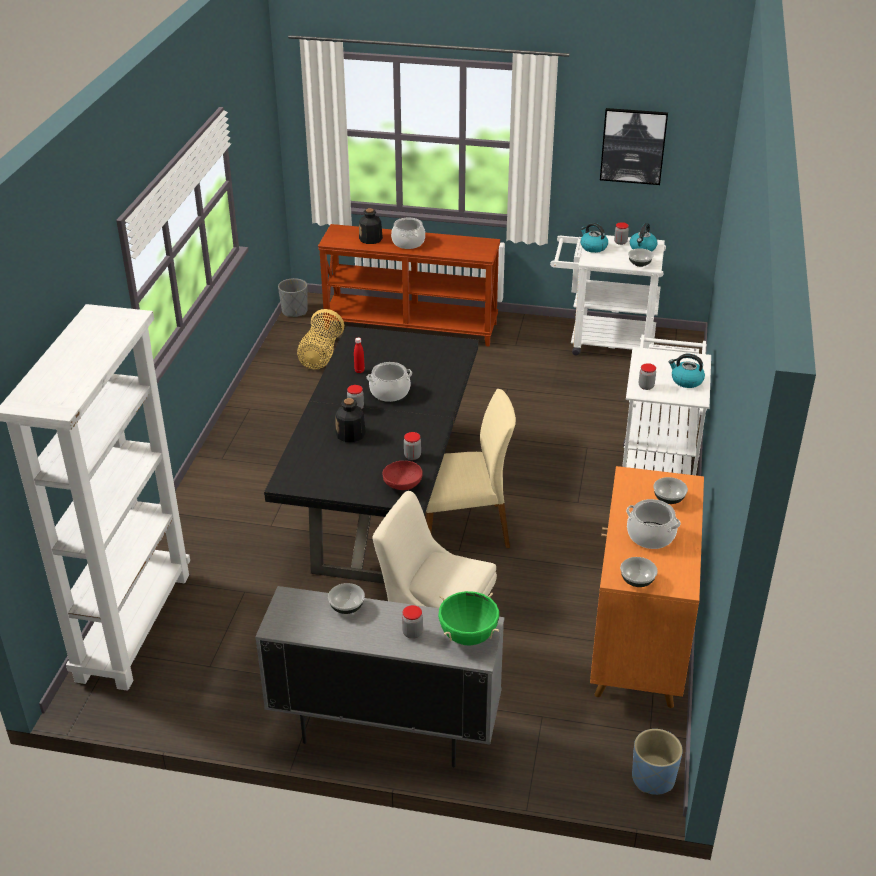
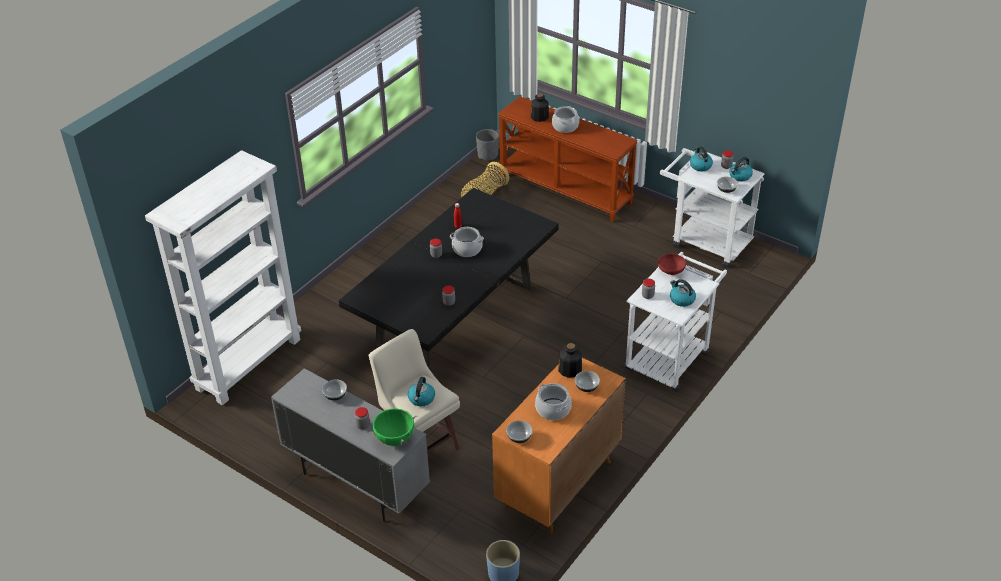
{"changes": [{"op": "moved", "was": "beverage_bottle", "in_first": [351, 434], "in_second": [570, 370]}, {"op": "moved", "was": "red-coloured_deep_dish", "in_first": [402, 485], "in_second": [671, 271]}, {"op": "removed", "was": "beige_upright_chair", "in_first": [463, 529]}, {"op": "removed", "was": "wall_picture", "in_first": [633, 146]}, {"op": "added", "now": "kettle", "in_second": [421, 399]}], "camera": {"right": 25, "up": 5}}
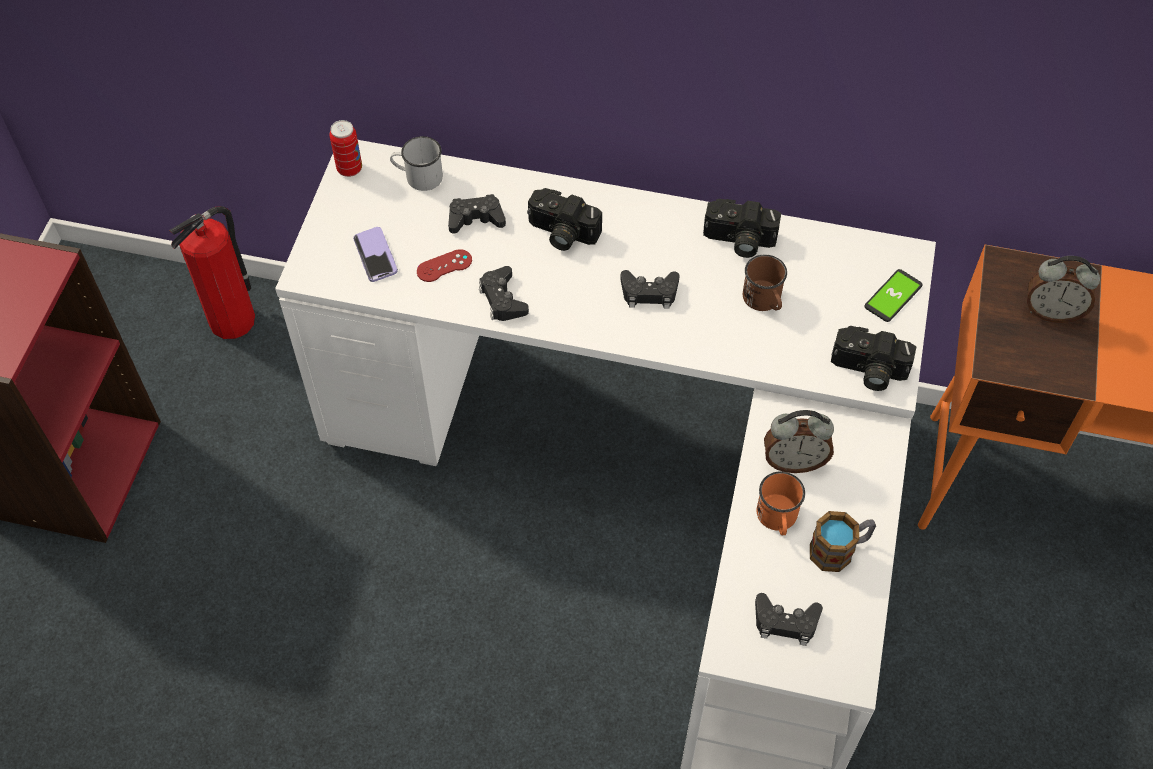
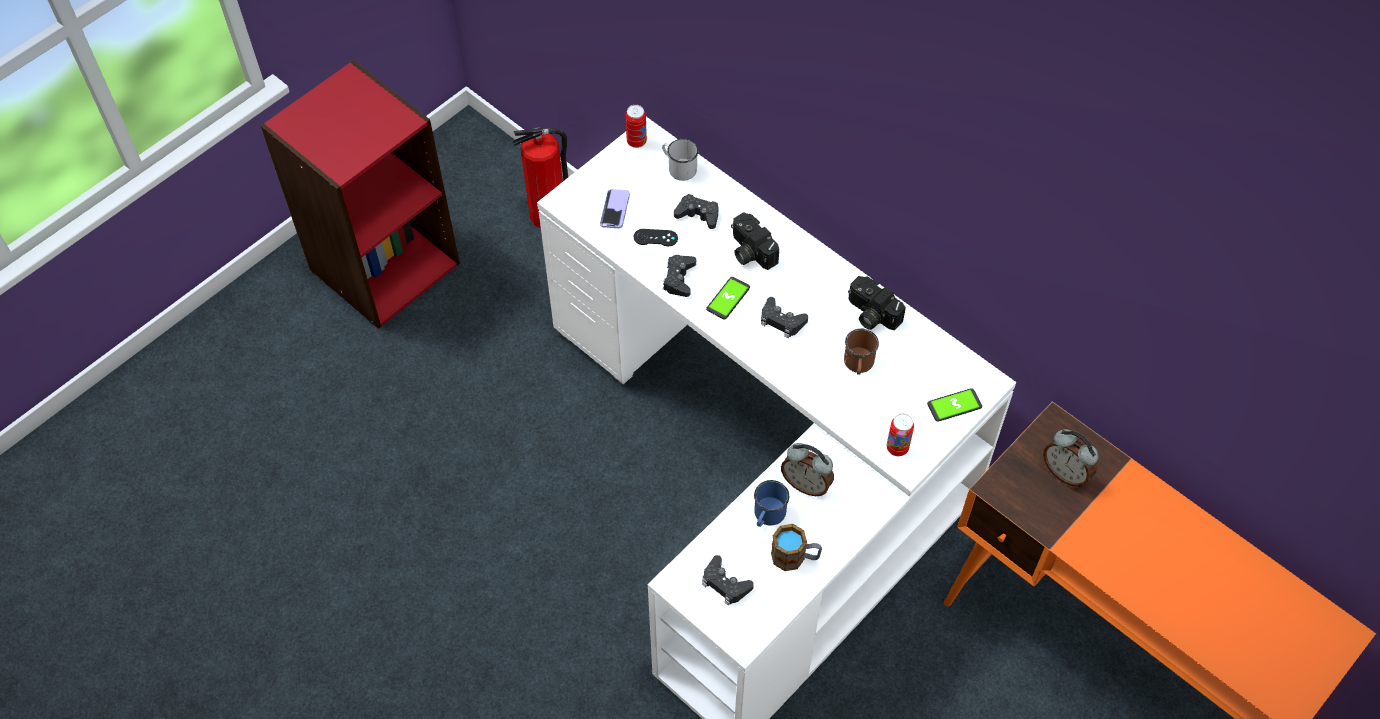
{"changes": [{"op": "recoloured", "was": "red-coloured_gamepad", "now": "black-coloured_gamepad", "in_first": [444, 266], "in_second": [655, 238]}, {"op": "recoloured", "was": "orangey_tea_mug", "now": "blue_tea_mug", "in_first": [777, 519], "in_second": [767, 516]}, {"op": "replaced", "was": "still_camera", "now": "can", "in_first": [868, 371], "in_second": [897, 448]}, {"op": "added", "now": "handset", "in_second": [728, 298]}], "camera": {"right": 30, "up": 0}}
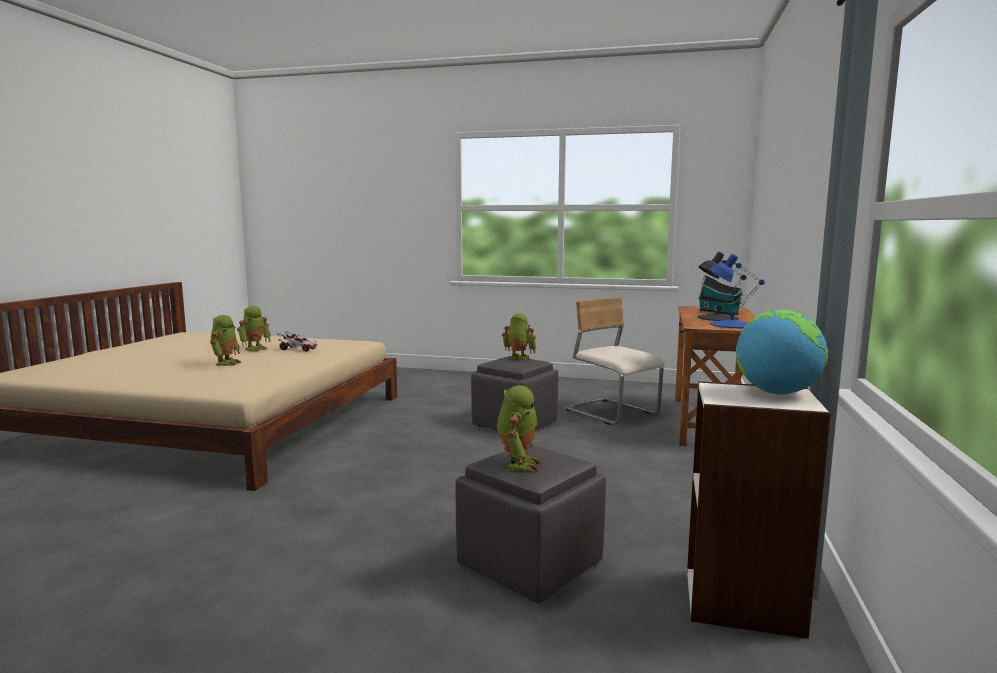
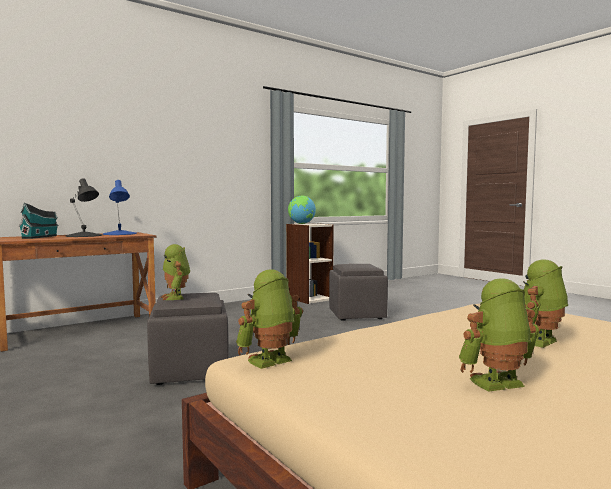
{"changes": [{"op": "removed", "was": "toy_car", "in_first": [298, 349]}, {"op": "moved", "was": "model_robot", "in_first": [518, 464], "in_second": [271, 362]}, {"op": "removed", "was": "beige_upright_chair", "in_first": [612, 413]}], "camera": {"right": -140, "up": -5}}
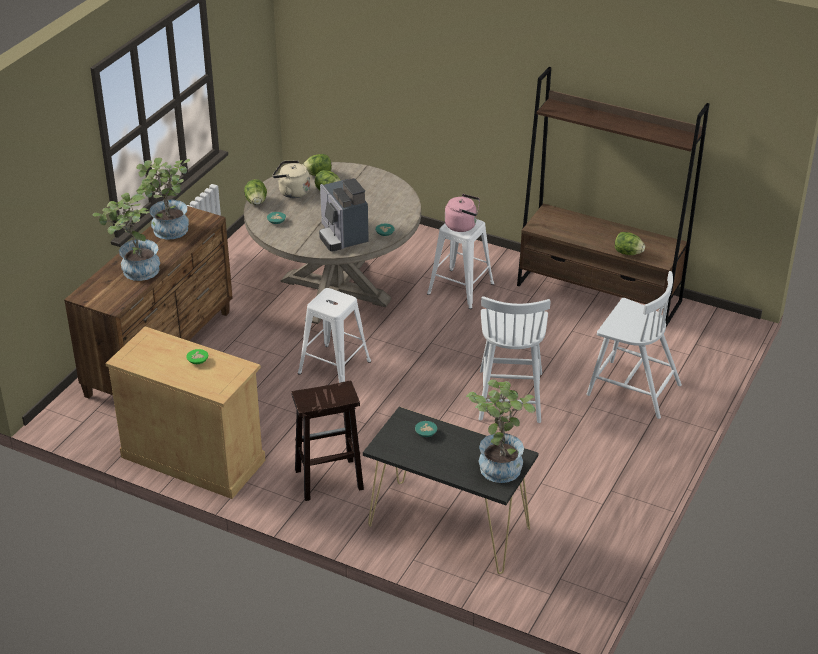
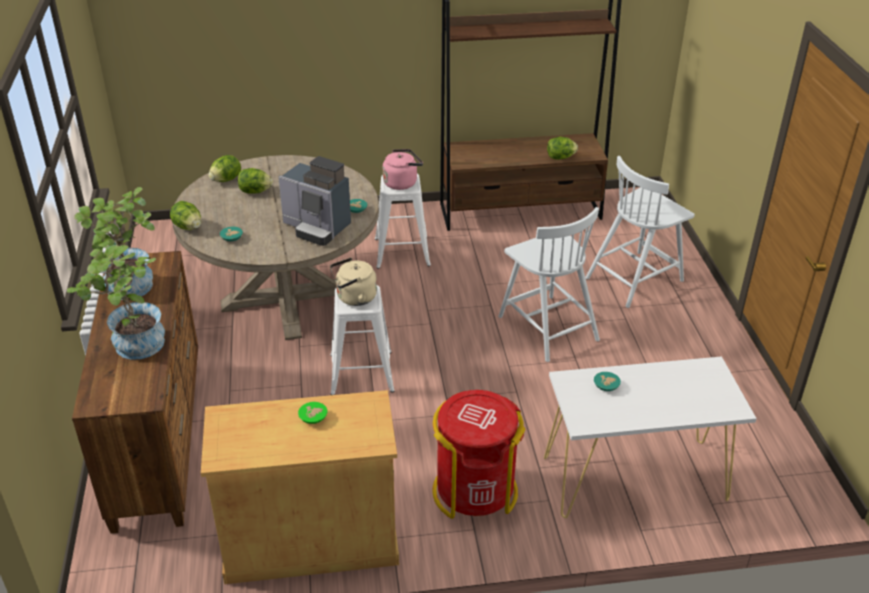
{"changes": [{"op": "moved", "was": "beige_kettle", "in_first": [292, 192], "in_second": [354, 298]}, {"op": "replaced", "was": "brown-coloured_stool_seat", "now": "red-coloured_waste_bin", "in_first": [328, 480], "in_second": [474, 490]}, {"op": "recoloured", "was": "black-coloured_console_table", "now": "whitish_console_table", "in_first": [448, 527], "in_second": [633, 478]}, {"op": "removed", "was": "potted_plant", "in_first": [499, 464]}, {"op": "turned", "was": "whitish_upright_chair", "in_first": [632, 389], "in_second": [635, 278], "clockwise": 150}], "camera": {"right": -35, "up": 0}}
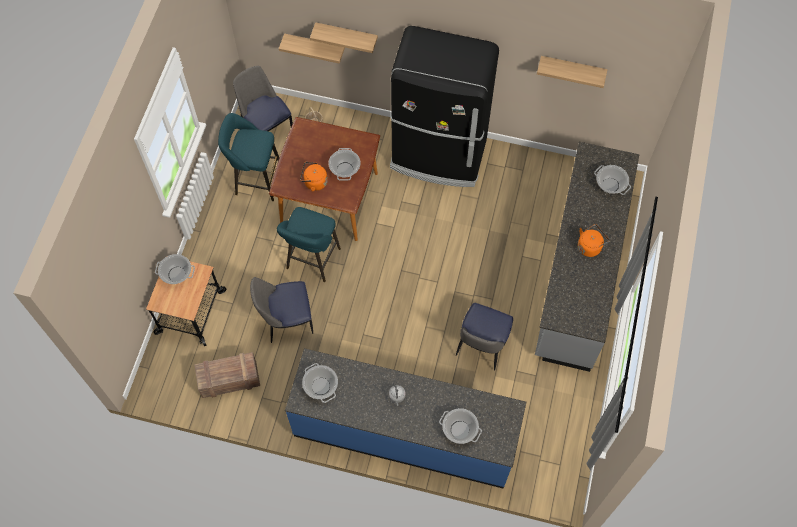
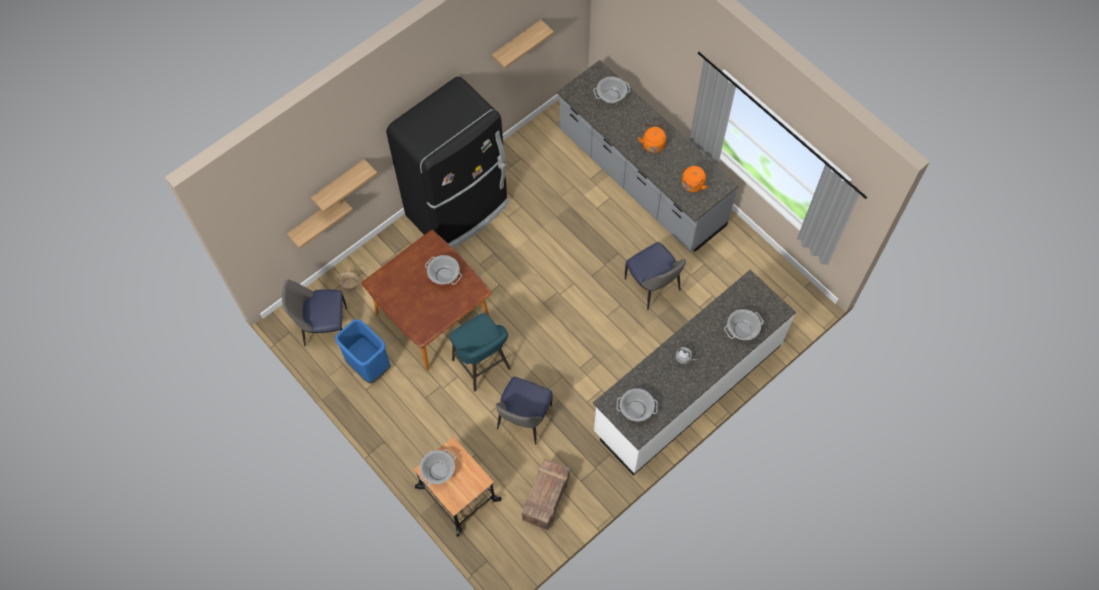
{"changes": [{"op": "replaced", "was": "blue-green_stool_seat", "now": "blue_waste_bin", "in_first": [256, 180], "in_second": [368, 365]}, {"op": "recoloured", "was": "blue_kitchen_base_unit", "now": "whitish_kitchen_base_unit", "in_first": [405, 432], "in_second": [687, 388]}, {"op": "moved", "was": "orangey_kettle", "in_first": [314, 182], "in_second": [691, 185]}], "camera": {"right": -55, "up": 0}}
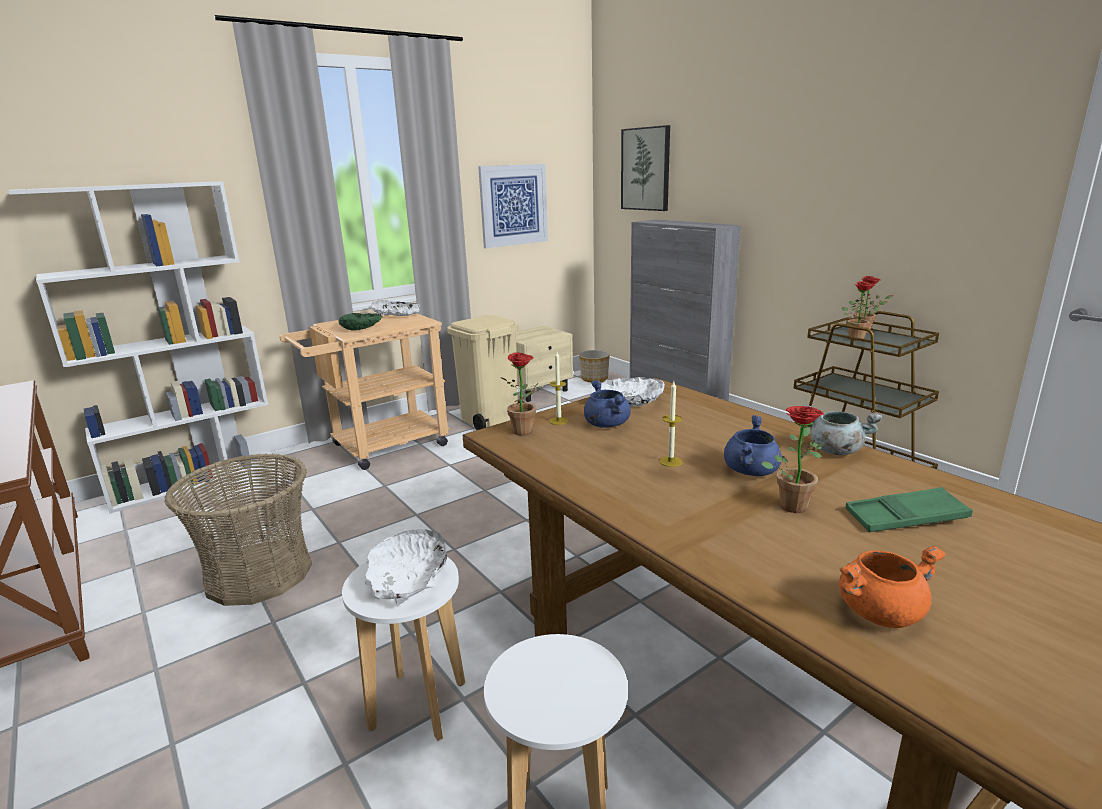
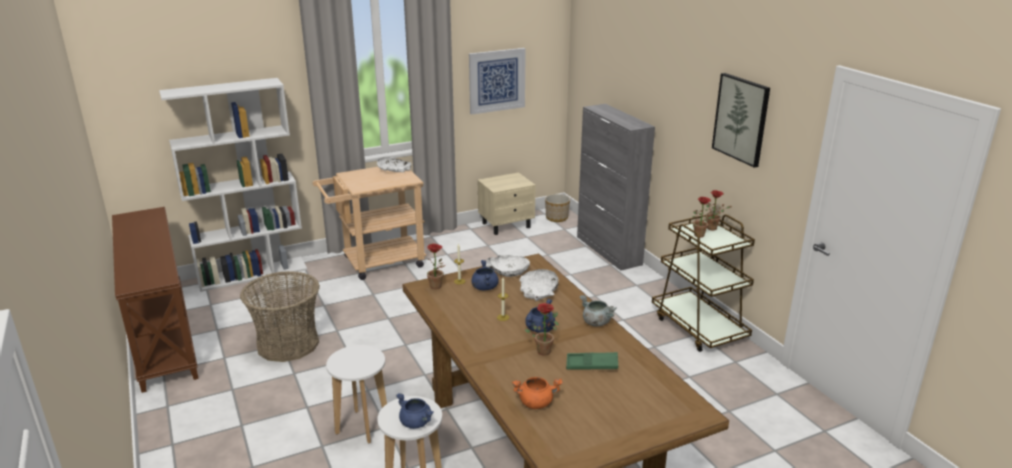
{"changes": [{"op": "removed", "was": "green-coloured_deep_dish", "in_first": [360, 328]}, {"op": "moved", "was": "whitish_deep_dish", "in_first": [408, 578], "in_second": [539, 291]}, {"op": "removed", "was": "beige_waste_bin", "in_first": [489, 419]}, {"op": "moved", "was": "wall_picture", "in_first": [646, 169], "in_second": [741, 119]}, {"op": "added", "now": "blue_saucepot", "in_second": [416, 422]}], "camera": {"right": 10, "up": 5}}
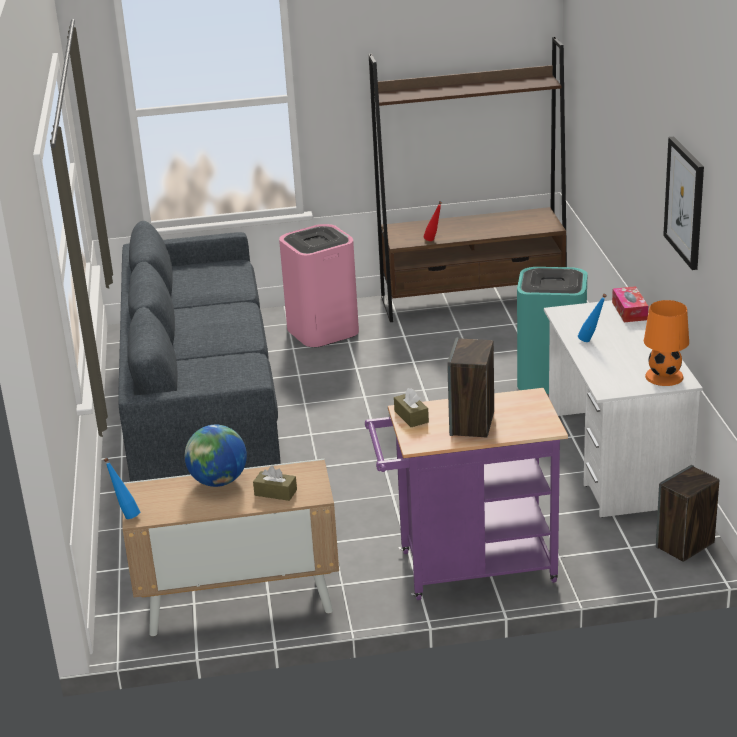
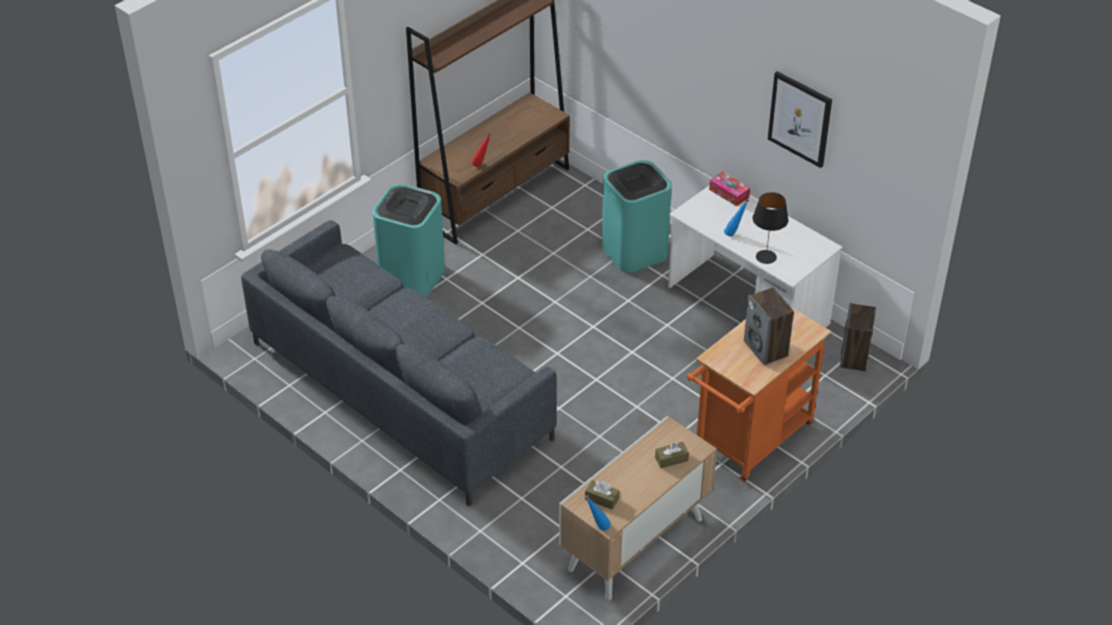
{"changes": [{"op": "removed", "was": "desk_globe", "in_first": [218, 481]}, {"op": "recoloured", "was": "pink_waste_bin", "now": "blue-green_waste_bin", "in_first": [323, 330], "in_second": [412, 275]}, {"op": "recoloured", "was": "purplish_cart", "now": "orangey_cart", "in_first": [467, 569], "in_second": [748, 442]}, {"op": "moved", "was": "brown-coloured_tissue_box", "in_first": [411, 416], "in_second": [602, 499]}, {"op": "removed", "was": "orangey_tabletop_lamp", "in_first": [664, 376]}, {"op": "added", "now": "black-coloured_tabletop_lamp", "in_second": [766, 257]}], "camera": {"right": -40, "up": 15}}
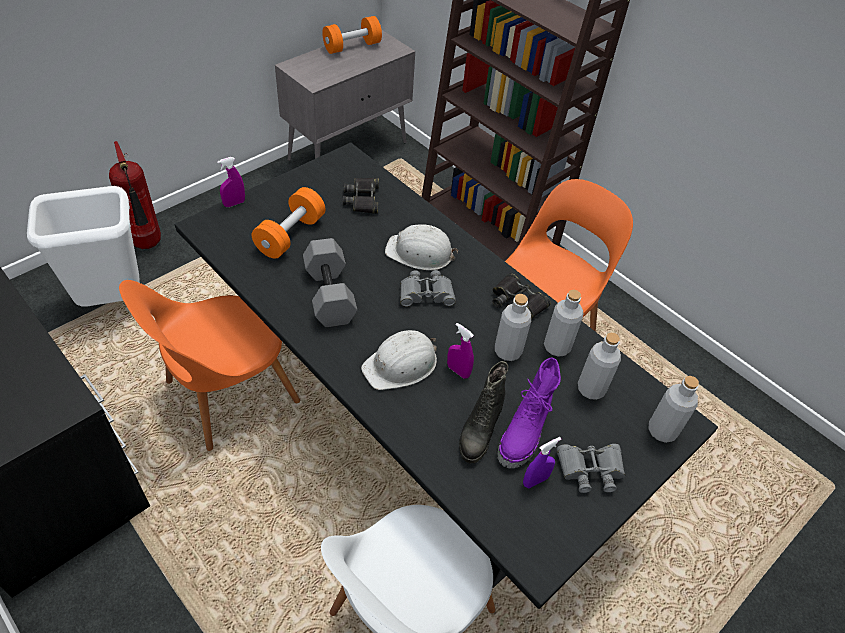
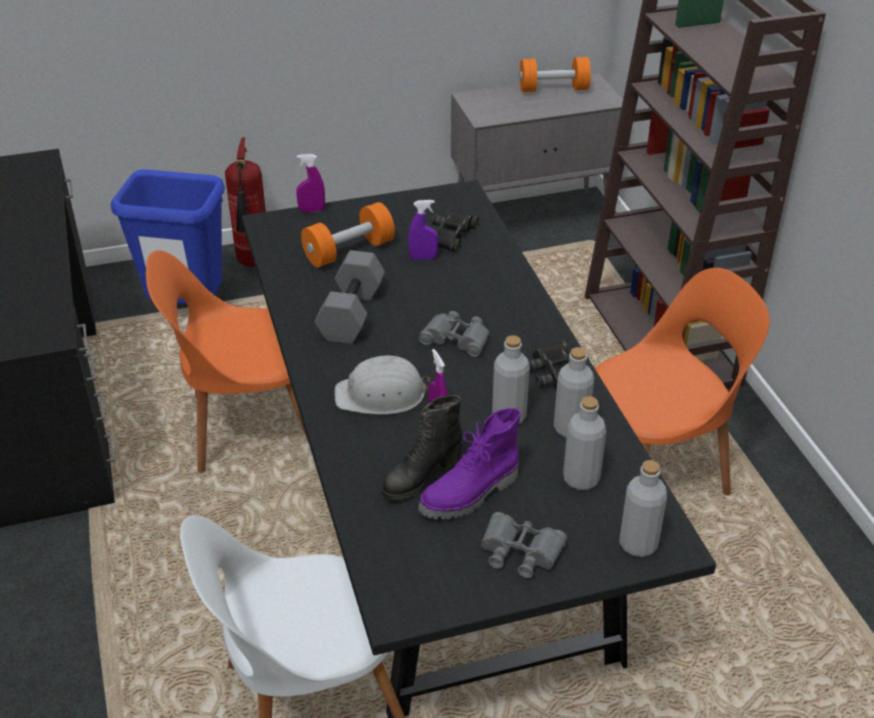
{"changes": [{"op": "recoloured", "was": "whitish_waste_bin", "now": "blue_waste_bin", "in_first": [112, 303], "in_second": [186, 310]}, {"op": "removed", "was": "whitish_work_helmet", "in_first": [420, 253]}, {"op": "moved", "was": "purplish_hand_sprayer", "in_first": [535, 480], "in_second": [423, 258]}], "camera": {"right": 30, "up": -10}}
